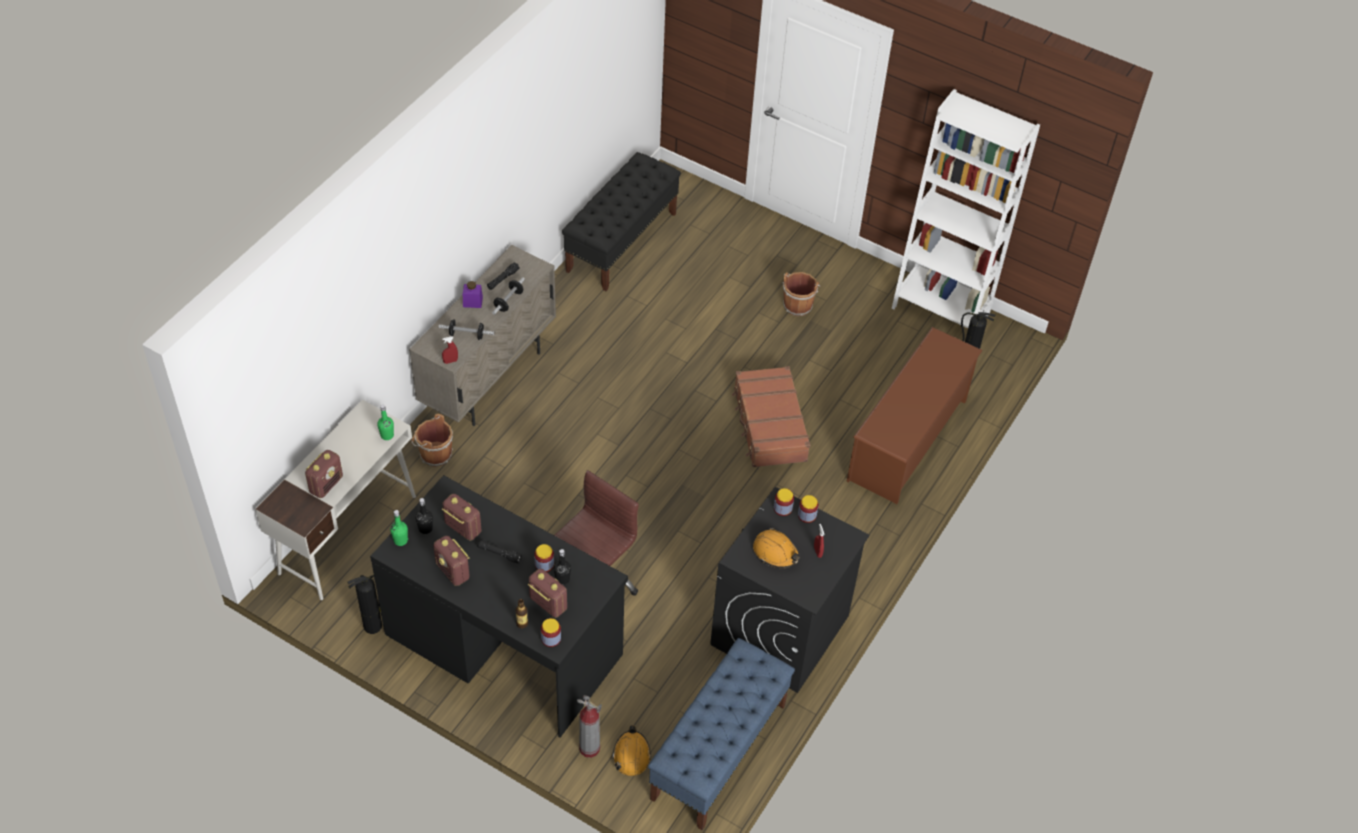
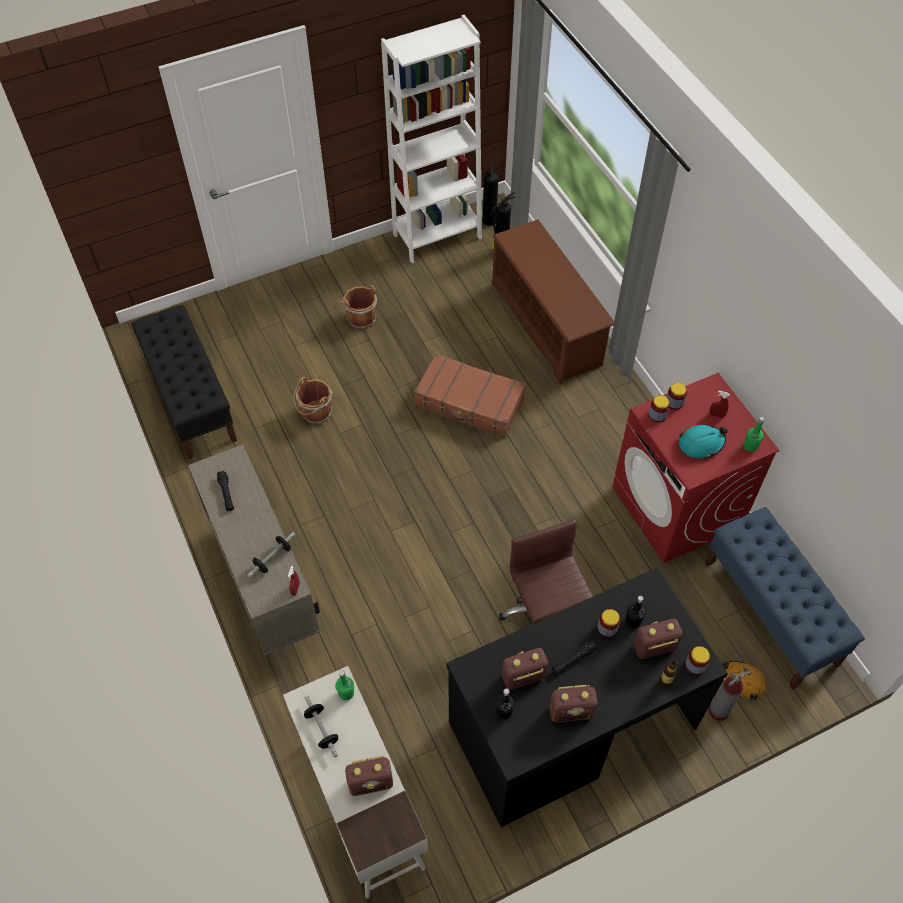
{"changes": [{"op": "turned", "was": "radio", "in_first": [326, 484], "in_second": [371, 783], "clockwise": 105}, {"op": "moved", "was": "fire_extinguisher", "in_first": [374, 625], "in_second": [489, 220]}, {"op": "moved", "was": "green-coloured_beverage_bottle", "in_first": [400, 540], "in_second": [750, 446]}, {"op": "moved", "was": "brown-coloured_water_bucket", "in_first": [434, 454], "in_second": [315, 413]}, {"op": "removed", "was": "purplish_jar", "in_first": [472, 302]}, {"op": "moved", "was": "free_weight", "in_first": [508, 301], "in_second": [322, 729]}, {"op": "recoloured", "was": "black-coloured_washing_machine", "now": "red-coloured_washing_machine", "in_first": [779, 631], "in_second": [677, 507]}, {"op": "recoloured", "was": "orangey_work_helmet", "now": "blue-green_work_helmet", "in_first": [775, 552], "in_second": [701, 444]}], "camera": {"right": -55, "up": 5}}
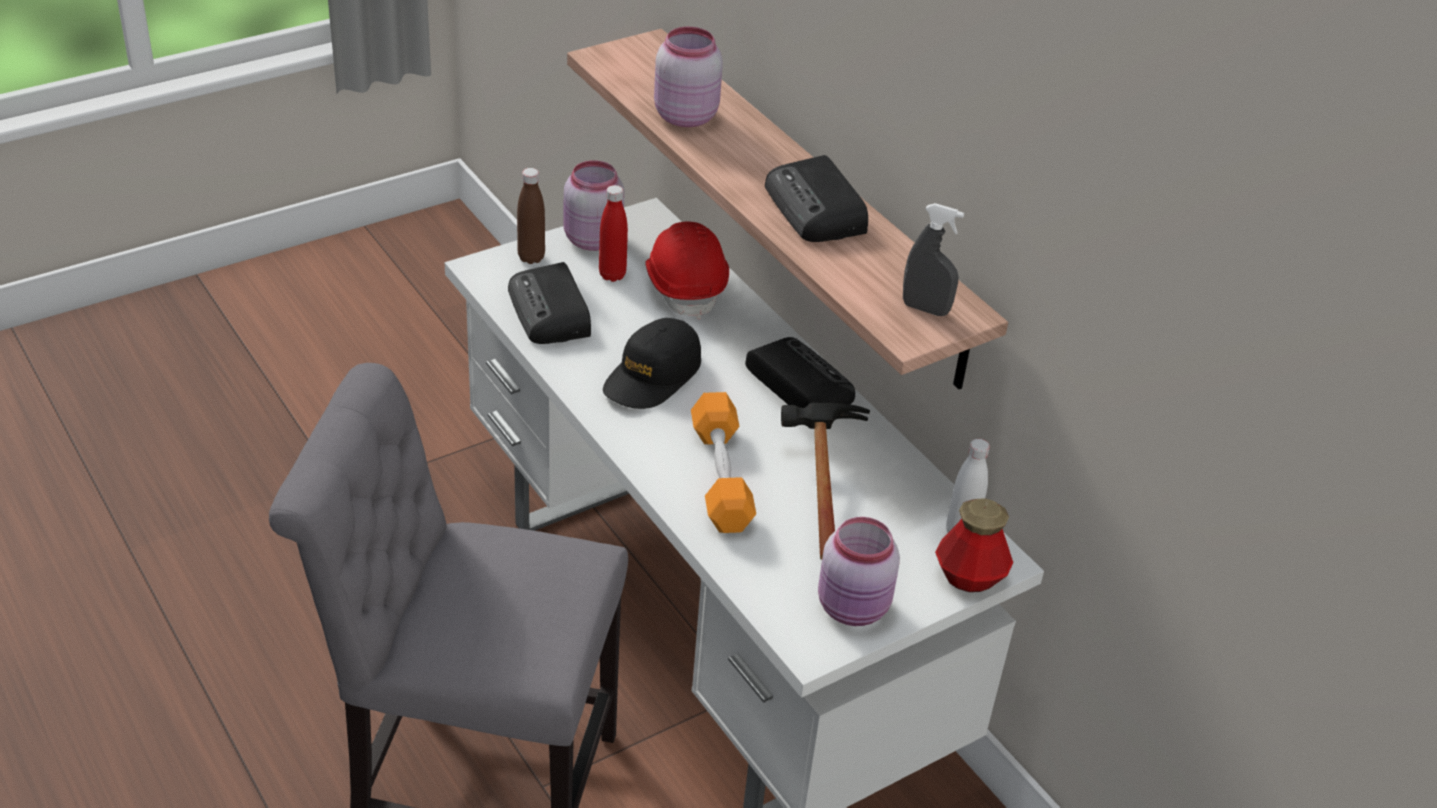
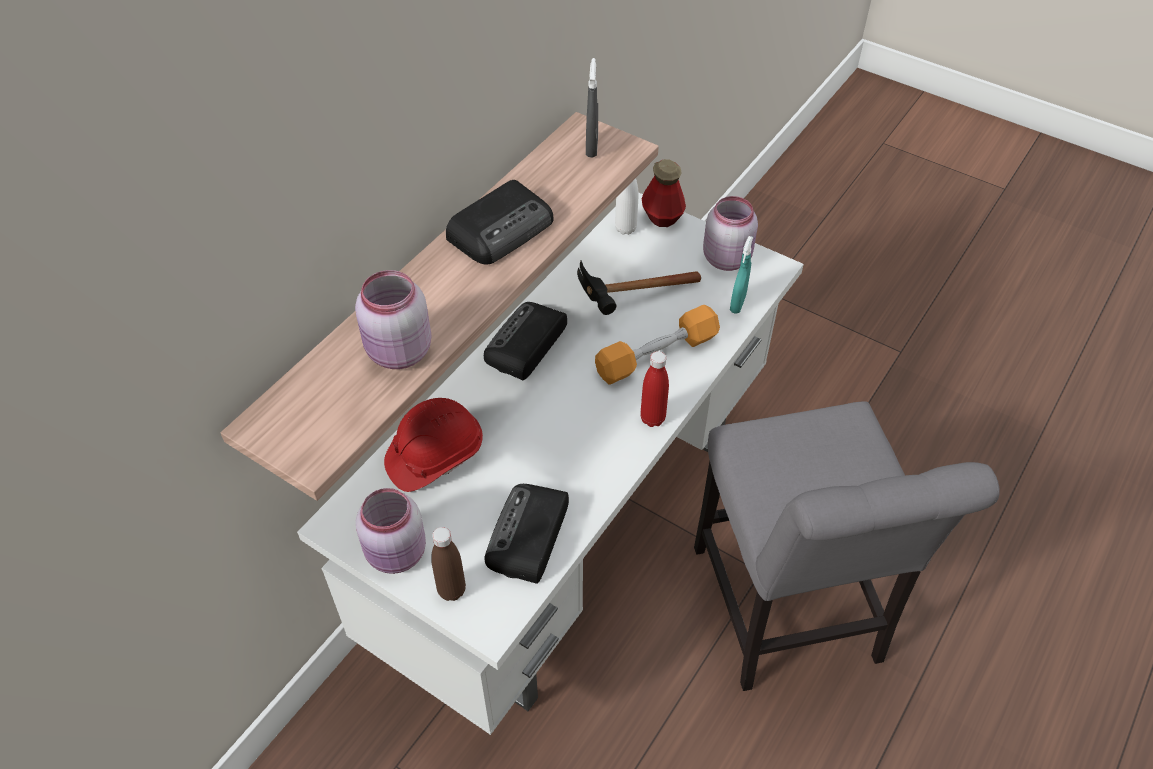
{"changes": [{"op": "turned", "was": "radio", "in_first": [551, 313], "in_second": [528, 537], "clockwise": 150}, {"op": "moved", "was": "red-coloured_beverage_bottle", "in_first": [612, 275], "in_second": [652, 418]}, {"op": "removed", "was": "black-coloured_cap", "in_first": [652, 376]}, {"op": "added", "now": "blue-green_hand_sprayer", "in_second": [737, 304]}], "camera": {"right": -110, "up": 10}}
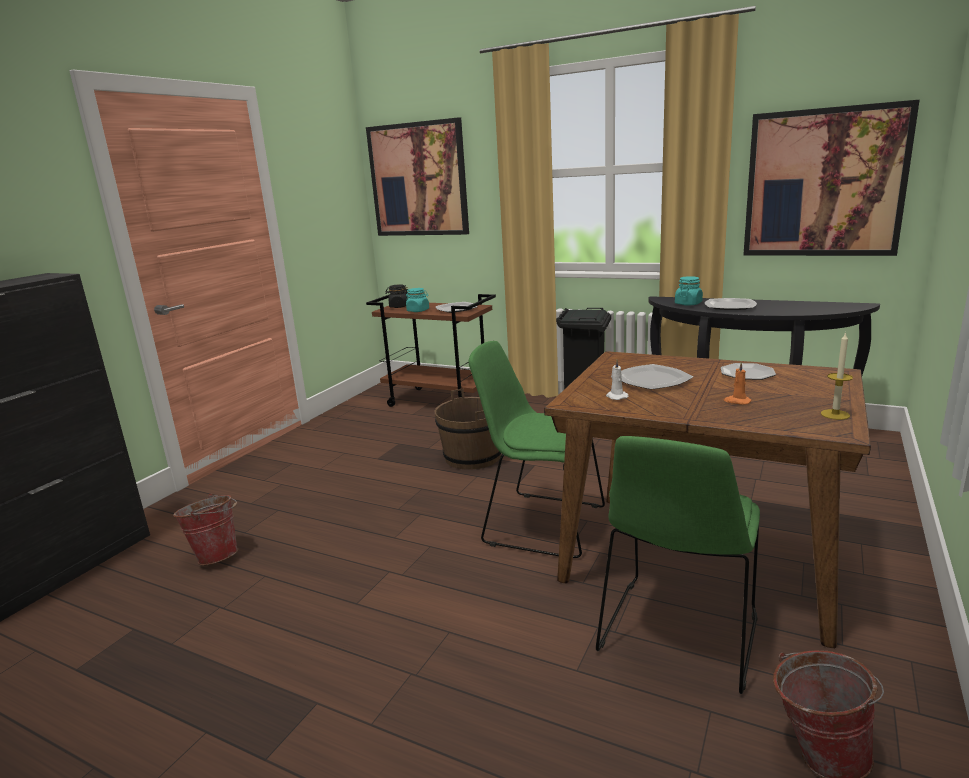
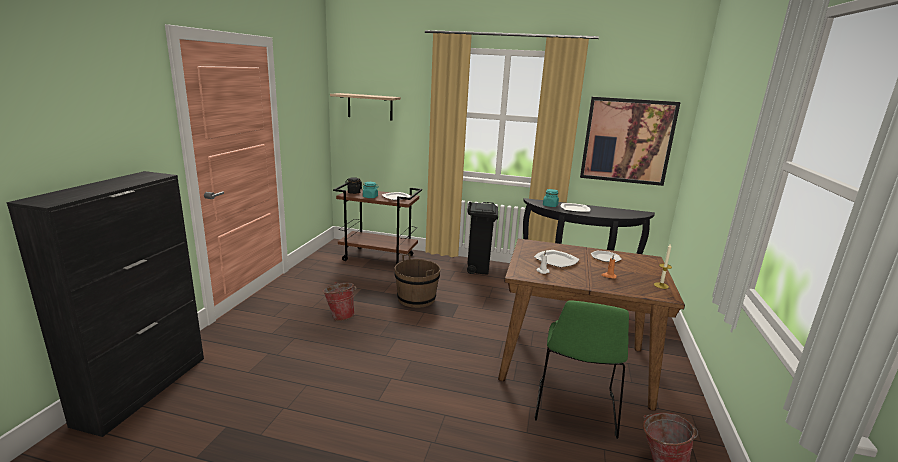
{"changes": [{"op": "moved", "was": "water_bucket", "in_first": [217, 555], "in_second": [340, 316]}, {"op": "replaced", "was": "wall_picture", "now": "shelf", "in_first": [418, 180], "in_second": [370, 106]}, {"op": "removed", "was": "green-coloured_upright_chair", "in_first": [540, 524]}], "camera": {"right": -15, "up": 0}}
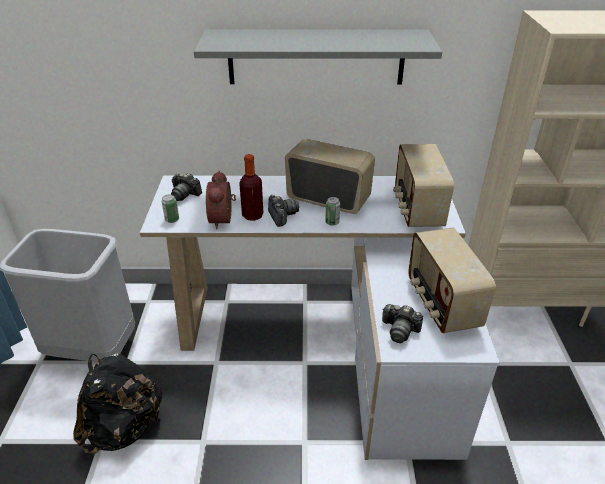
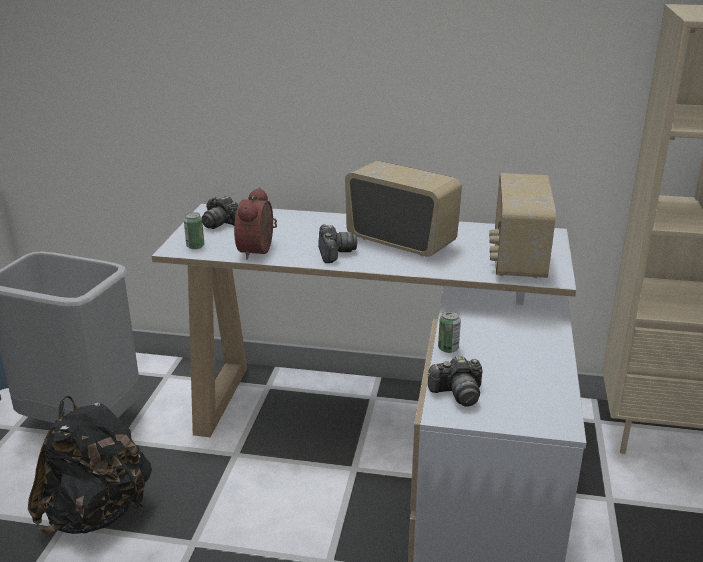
{"changes": [{"op": "removed", "was": "greyish_shelf", "in_first": [316, 57]}, {"op": "removed", "was": "beverage_bottle", "in_first": [252, 215]}, {"op": "moved", "was": "can", "in_first": [332, 222], "in_second": [448, 348]}, {"op": "turned", "was": "still_camera", "in_first": [400, 330], "in_second": [457, 393], "clockwise": -45}, {"op": "removed", "was": "radio", "in_first": [441, 304]}], "camera": {"right": 10, "up": -10}}
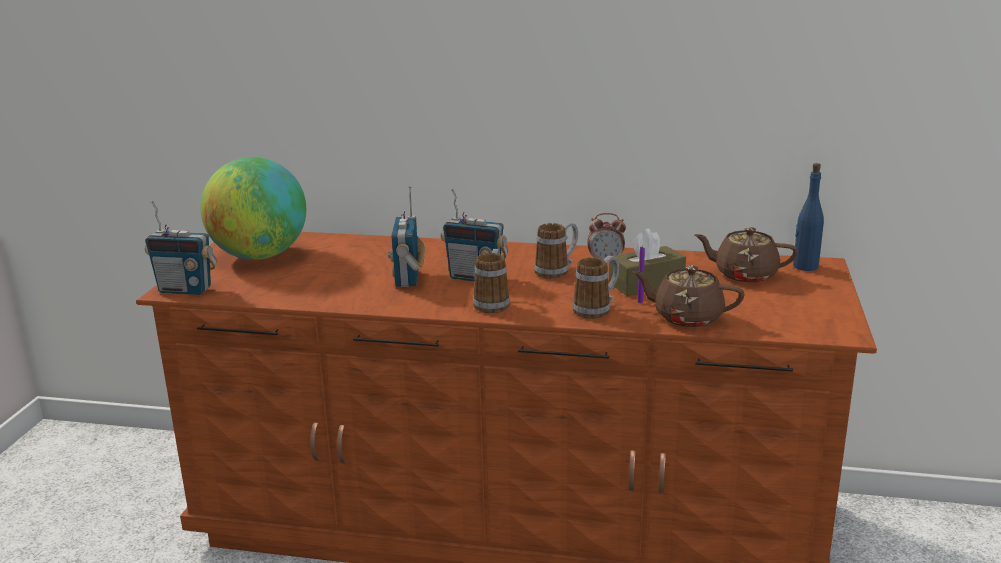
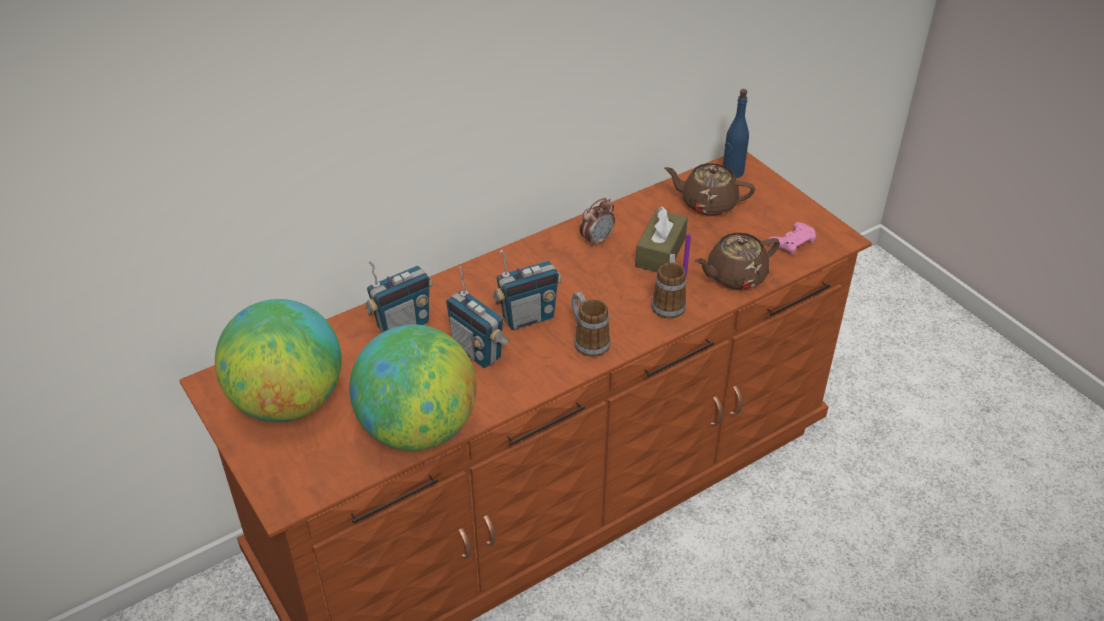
{"changes": [{"op": "moved", "was": "radio", "in_first": [185, 290], "in_second": [403, 325]}, {"op": "removed", "was": "tea_mug", "in_first": [557, 271]}, {"op": "turned", "was": "brown-coloured_tea_pot", "in_first": [744, 274], "in_second": [707, 203], "clockwise": 45}, {"op": "added", "now": "desk_globe", "in_second": [418, 429]}, {"op": "added", "now": "pink_gamepad", "in_second": [792, 242]}], "camera": {"right": -45, "up": 20}}
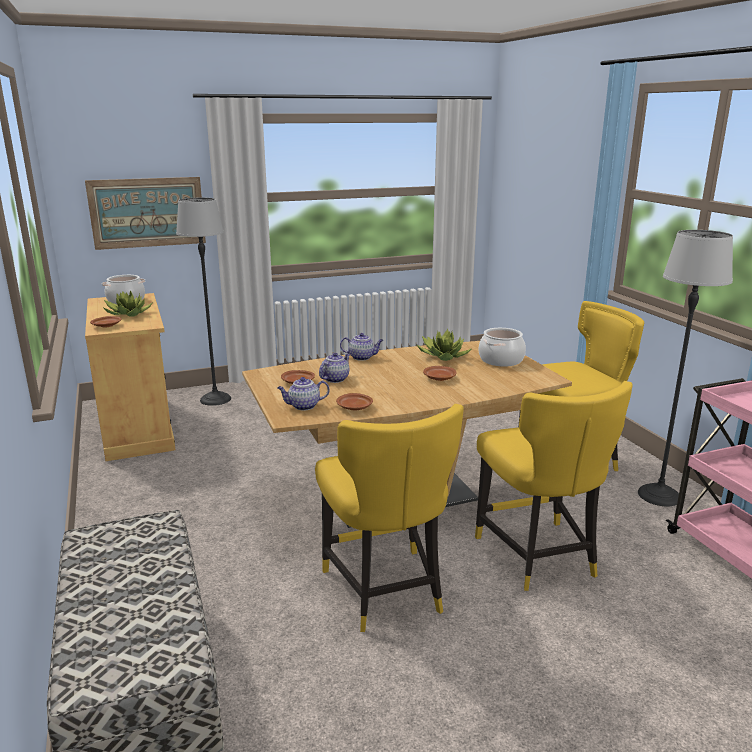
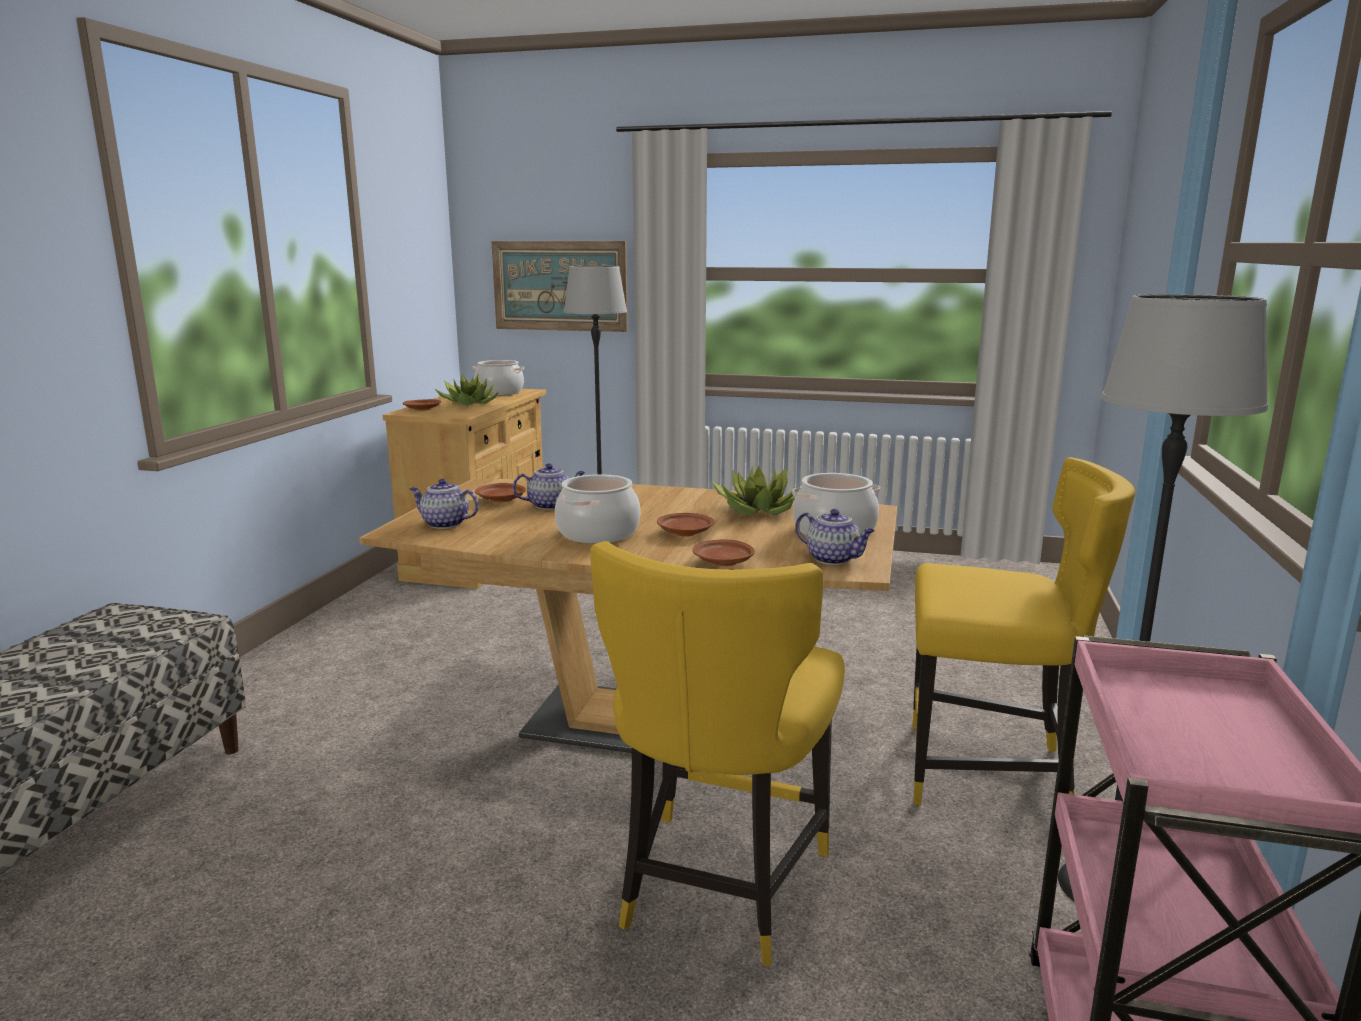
{"changes": [{"op": "removed", "was": "yellowish_upright_chair", "in_first": [385, 591]}, {"op": "moved", "was": "brown-coloured_plate", "in_first": [354, 408], "in_second": [723, 562]}, {"op": "moved", "was": "tea_pot", "in_first": [362, 357], "in_second": [833, 559]}, {"op": "added", "now": "saucepot", "in_second": [598, 533]}], "camera": {"right": 35, "up": -5}}
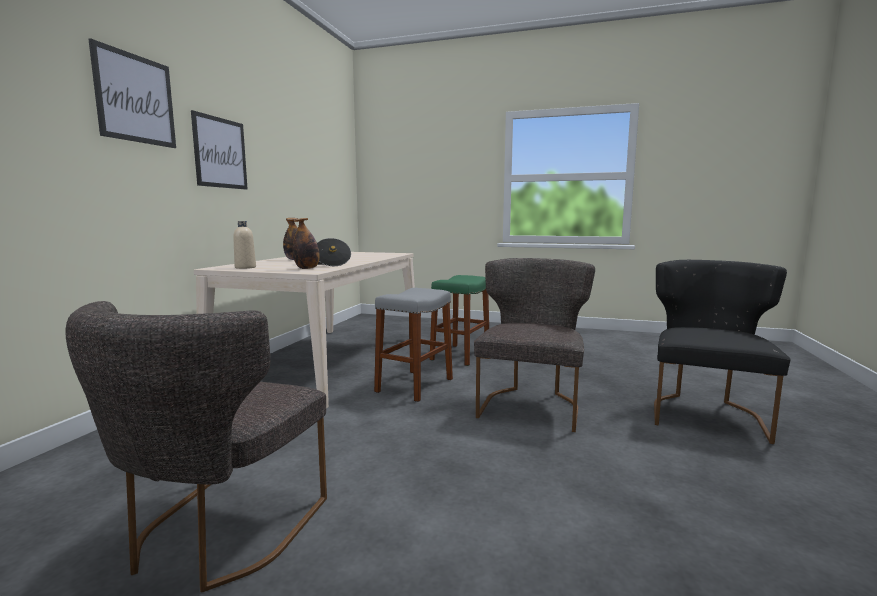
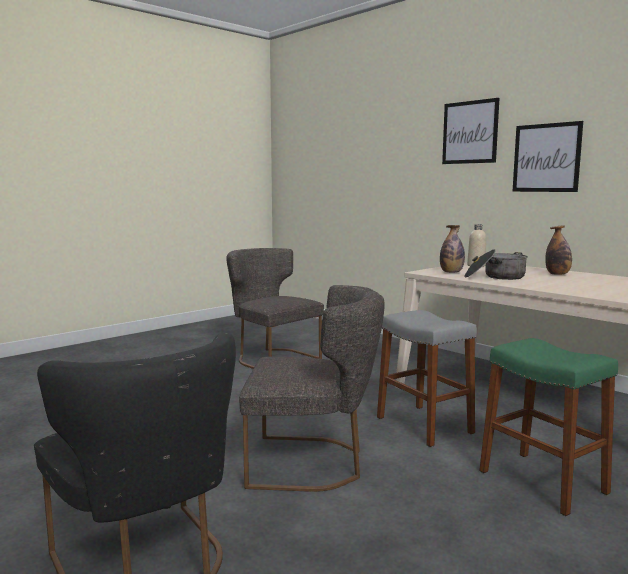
{"changes": [{"op": "turned", "was": "greyish_upright_chair", "in_first": [531, 405], "in_second": [312, 463], "clockwise": -45}], "camera": {"right": 120, "up": 0}}
